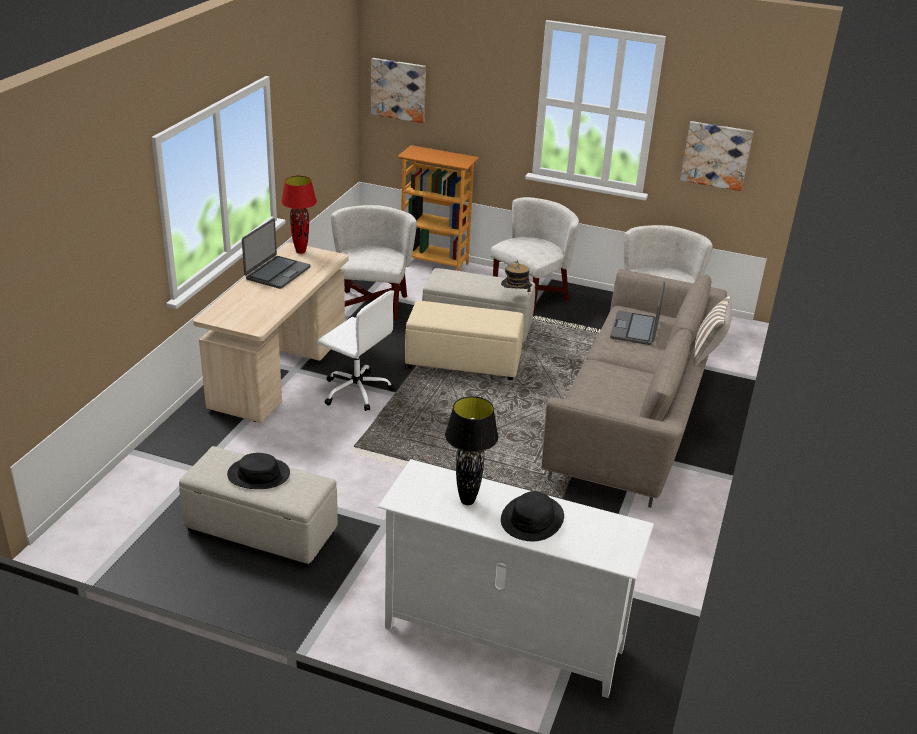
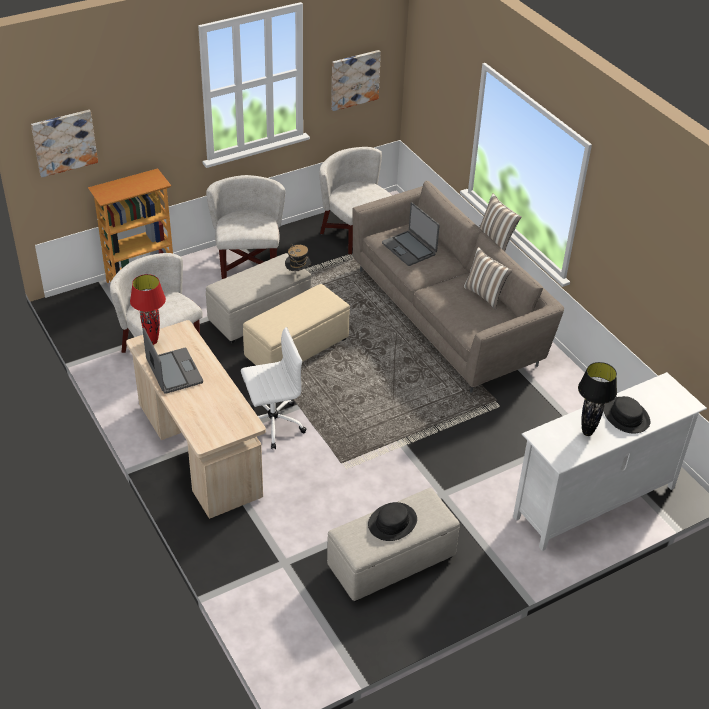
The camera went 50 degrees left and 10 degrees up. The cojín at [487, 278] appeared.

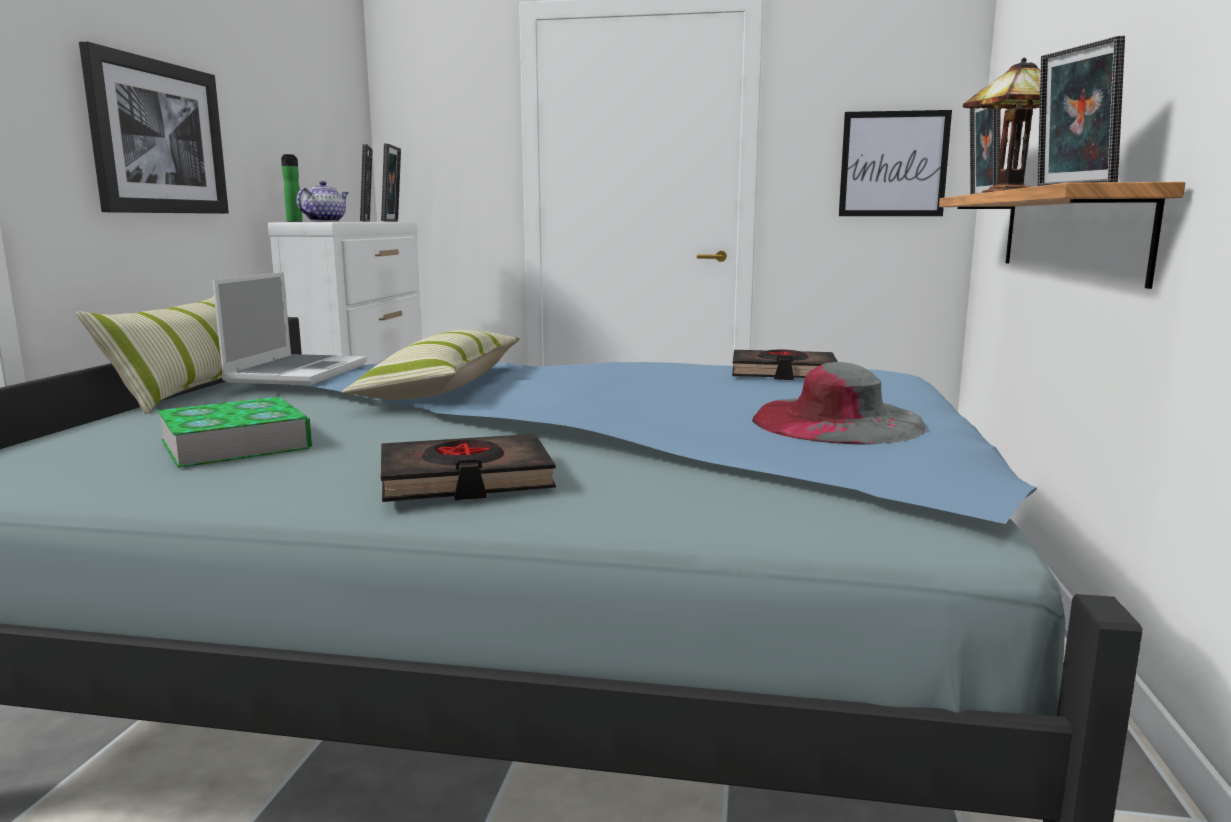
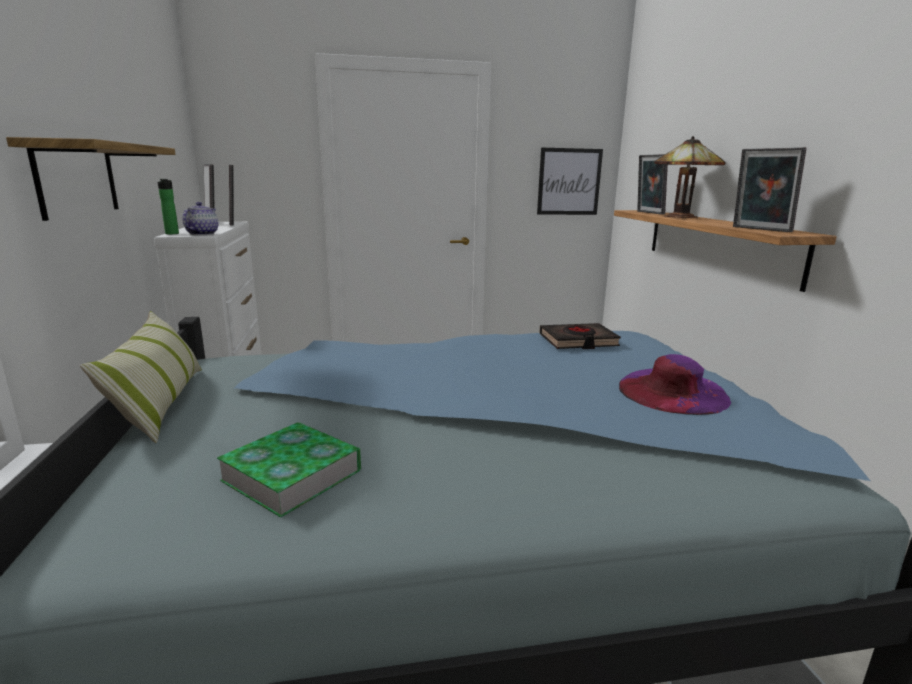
The camera went 20 degrees left and 5 degrees up. The cuadro at [154, 127] was replaced by the estante at [91, 179]. The portátil at [290, 328] disappeared. The cojín at [431, 365] disappeared. The sombrero [gris] at [839, 403] became the sombrero [morado] at [675, 384]. The libro [negro] at [468, 468] disappeared.

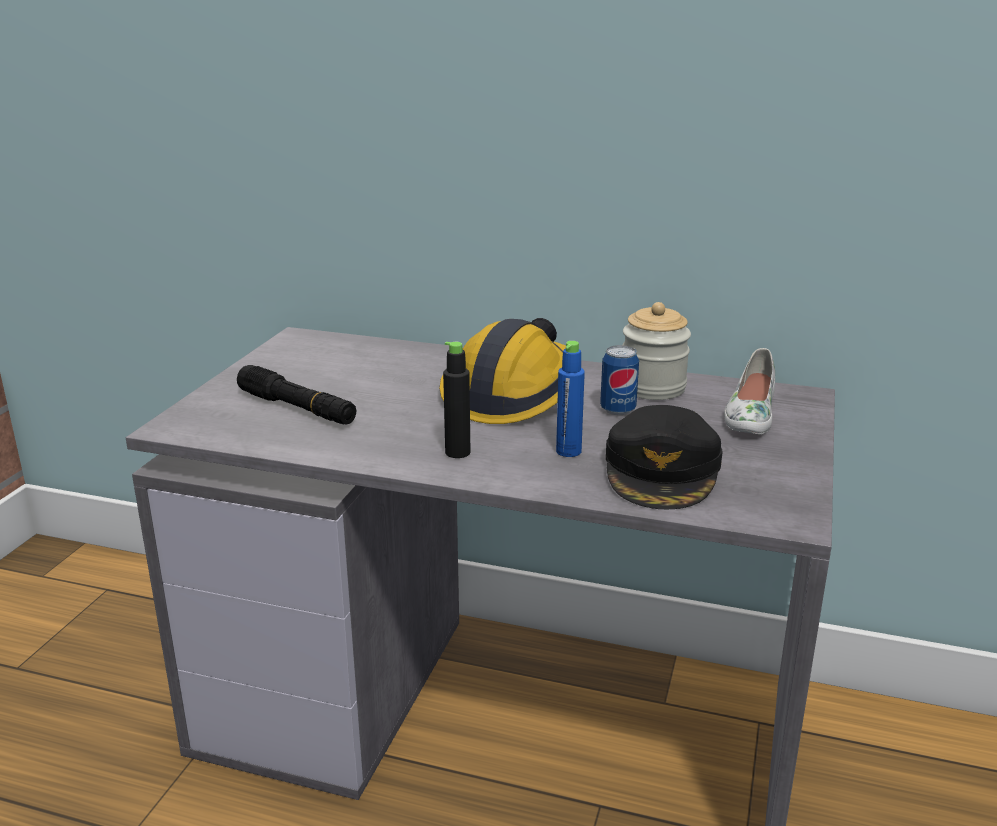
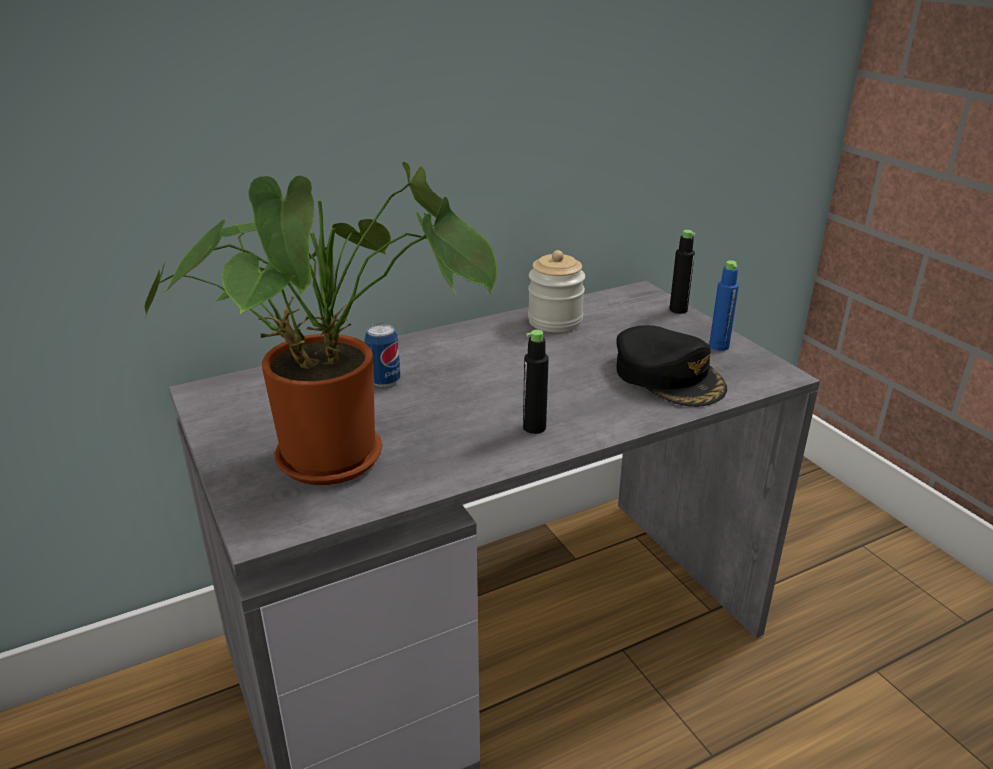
The camera went 45 degrees left and 5 degrees up. The casco at [502, 371] disappeared. The botella [azul] moved from [570, 399] to [724, 305]. The lata moved from [619, 380] to [382, 355]. The zapato [blanco] at [749, 391] disappeared. The linterna [negro] at [296, 395] was replaced by the planta en maceta at [320, 323]. The botella [negro] at [682, 272] appeared.

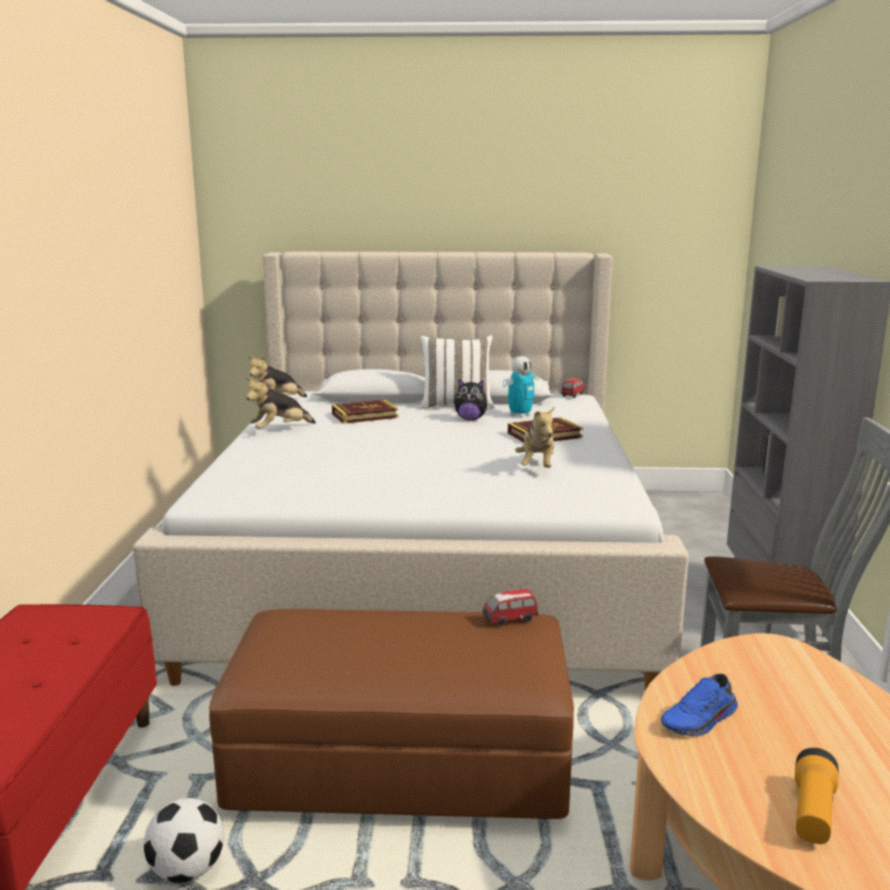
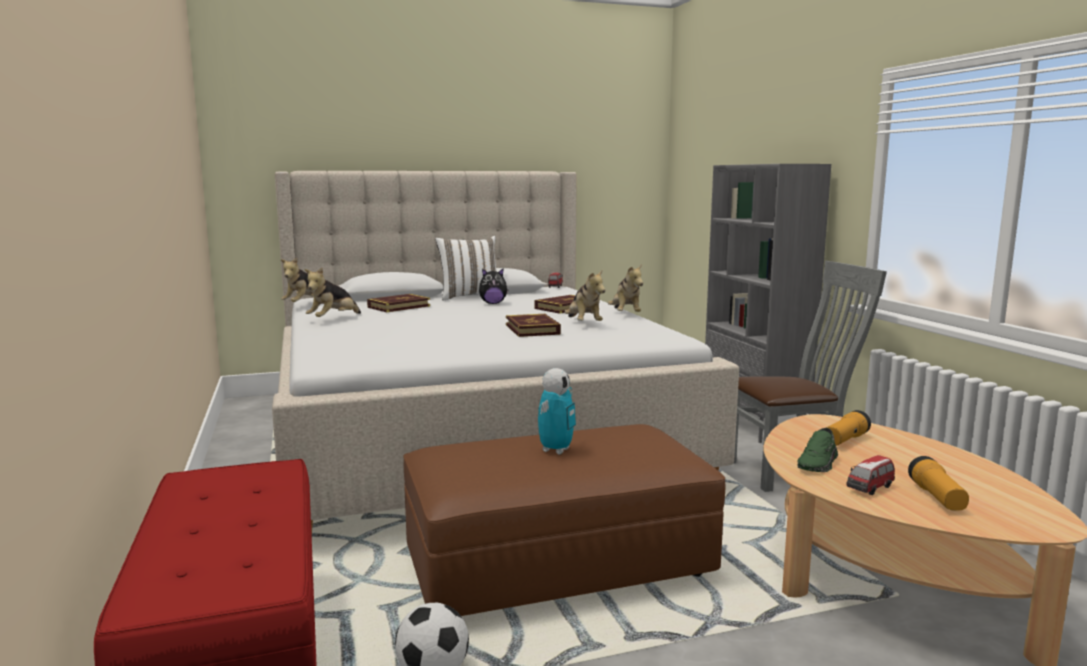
The camera went 20 degrees left and 5 degrees down. The robot de juguete moved from [521, 387] to [557, 411]. The coche de juguete moved from [510, 607] to [871, 475]. The zapato [azul] at [699, 705] became the zapato [verde] at [817, 450]. The peluche at [625, 288] appeared. The libro at [533, 325] appeared. The linterna at [848, 428] appeared.

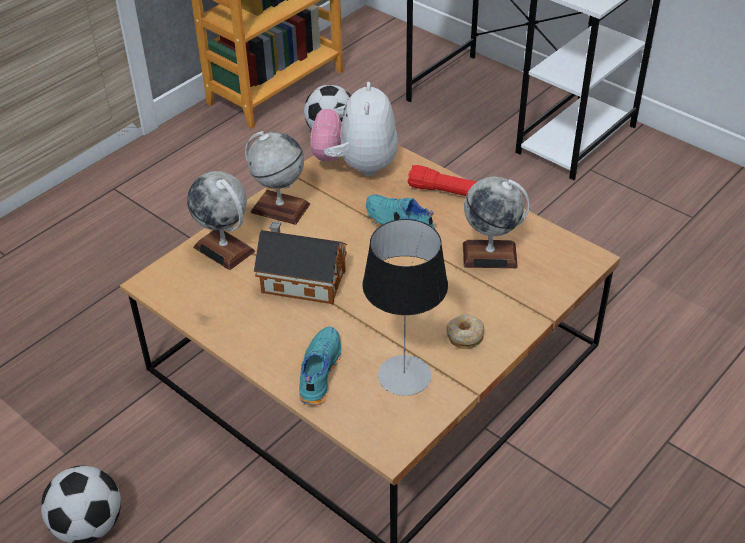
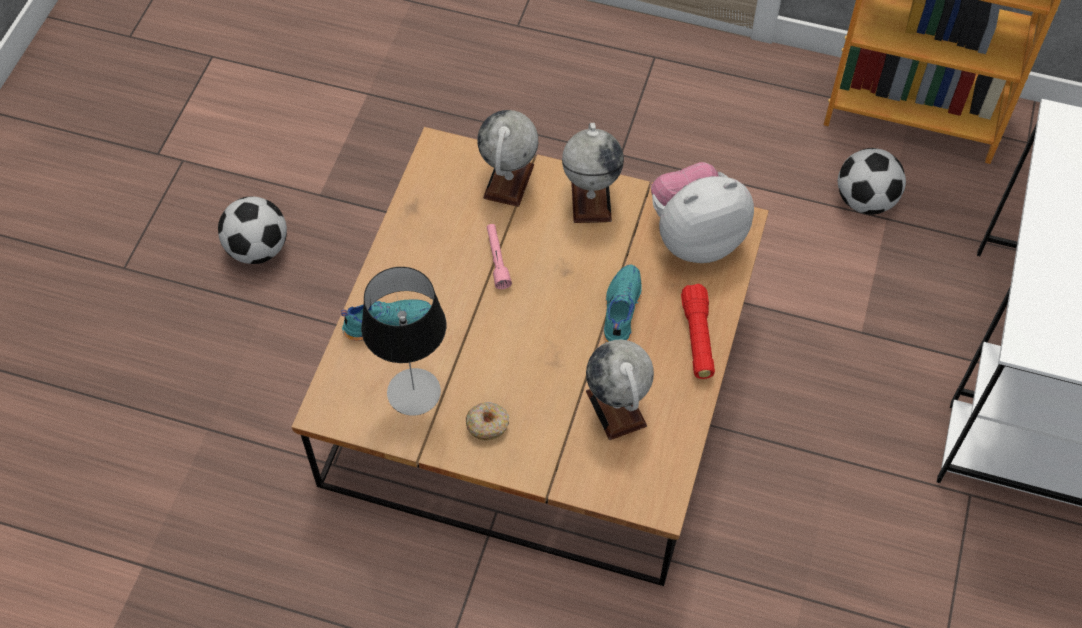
The camera went 65 degrees right and 15 degrees up. The casita at [300, 262] was replaced by the linterna [rosa] at [499, 256].

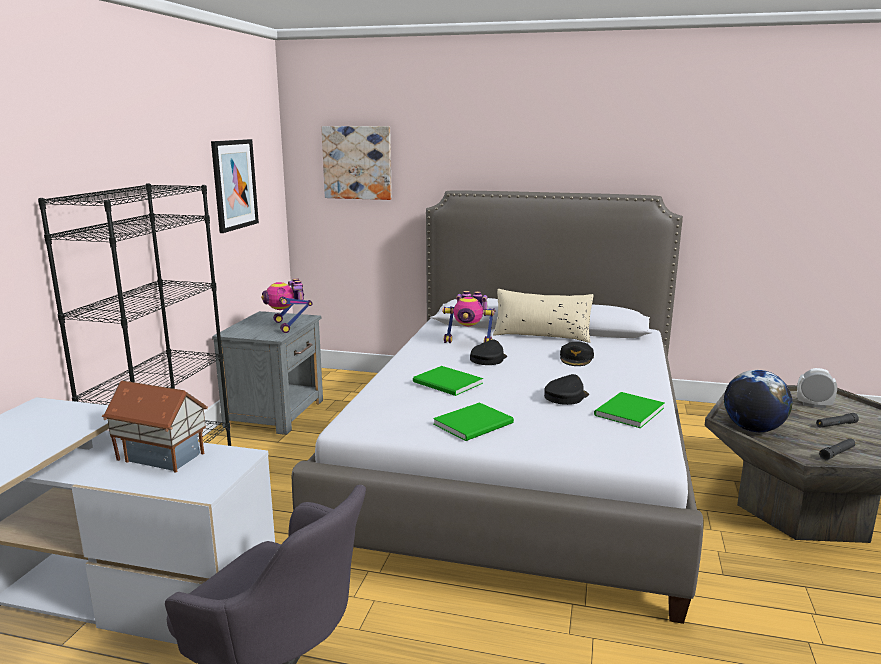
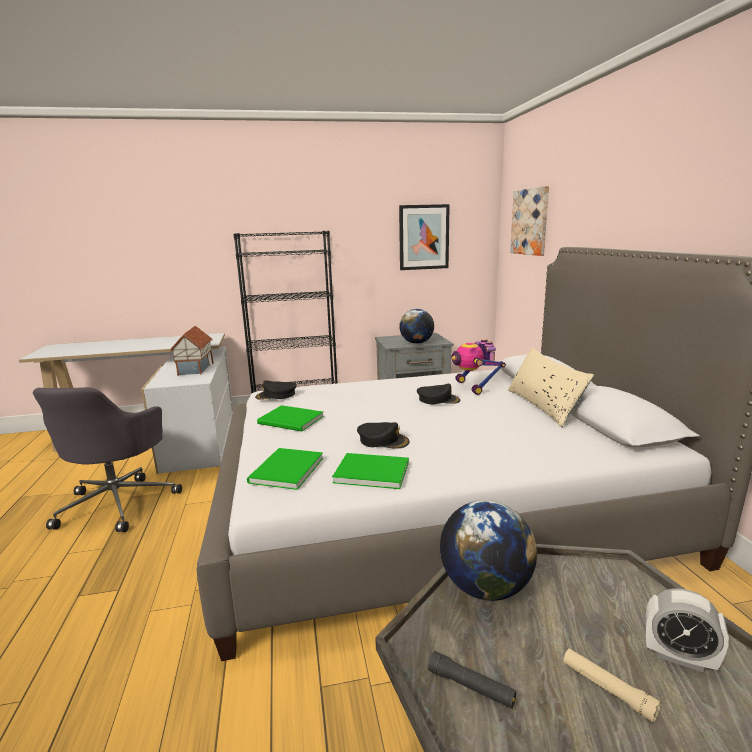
The camera went 65 degrees right and 0 degrees up. The robot de juguete at [287, 305] was replaced by the globo terráqueo at [416, 326]. The gorra [negro] moved from [577, 354] to [276, 390]. The libro [verde] moved from [448, 381] to [285, 469]. The despertador at [817, 388] turned 120 degrees clockwise. The linterna [negro] at [837, 420] became the linterna [beis] at [612, 685].

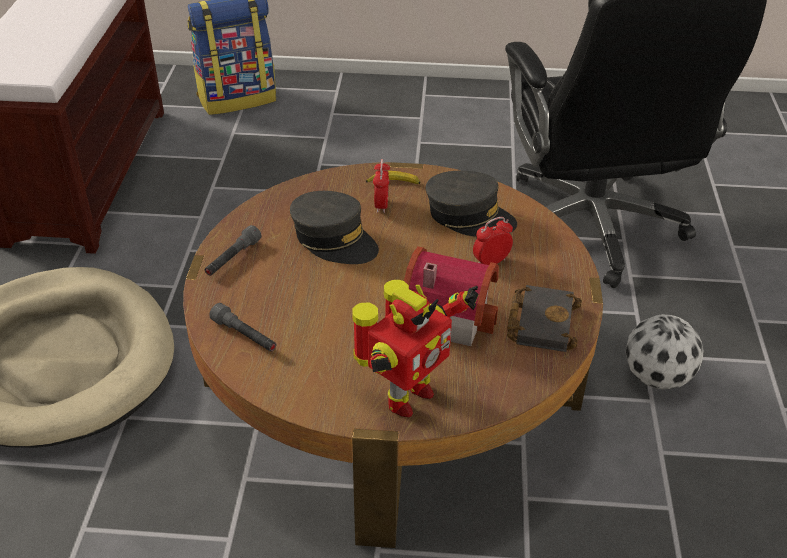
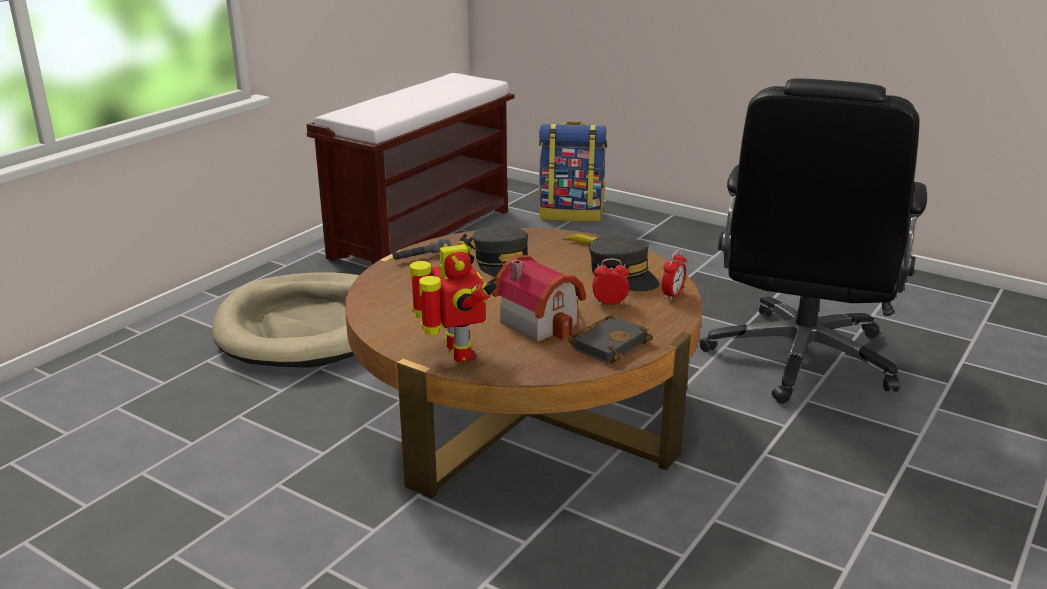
The camera went 30 degrees right and 15 degrees down. The despertador moved from [381, 186] to [674, 275]. The robot de juguete at [415, 348] turned 90 degrees counterclockwise. The linterna [gris] at [242, 327] disappeared. The balón de fútbol at [664, 352] disappeared.

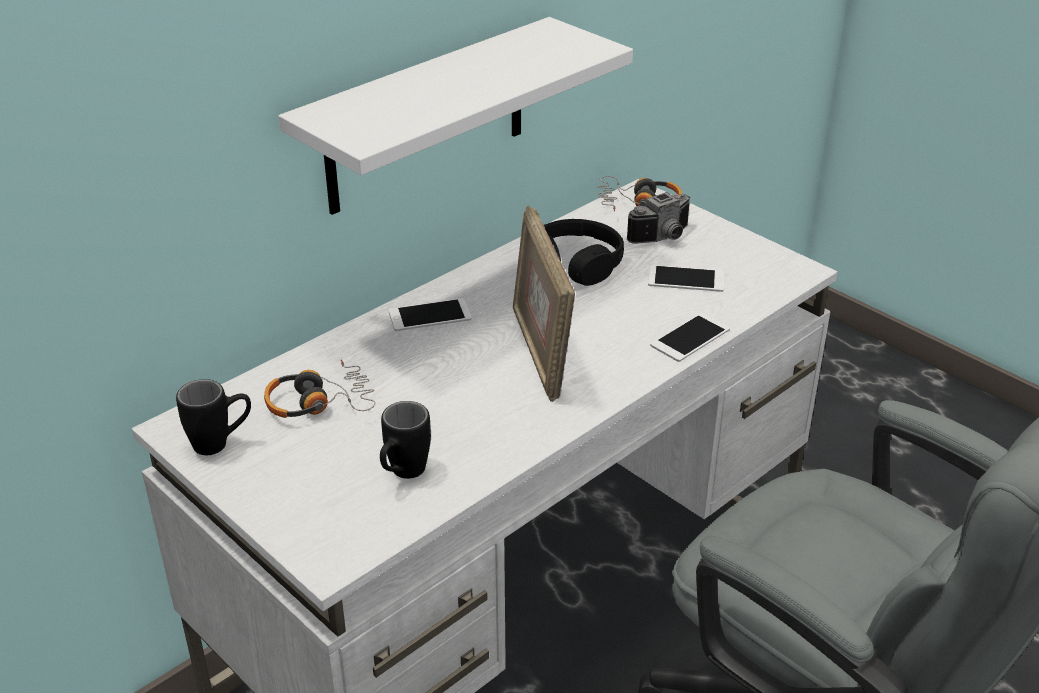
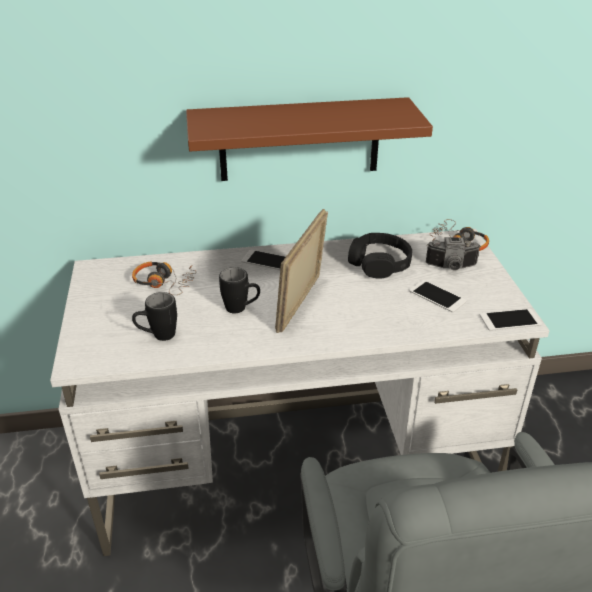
The camera went 35 degrees right and 0 degrees up. The estante [blanco] at [455, 116] became the estante [marrón] at [309, 139]. The móvil moved from [690, 337] to [511, 319]. The taza grande [negro] moved from [213, 417] to [239, 290].

